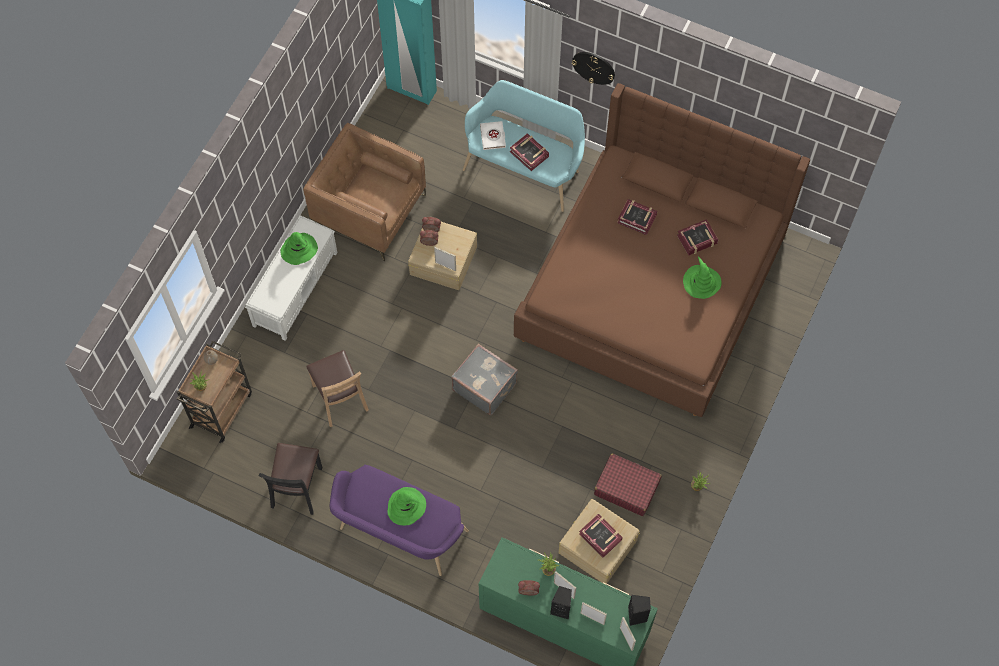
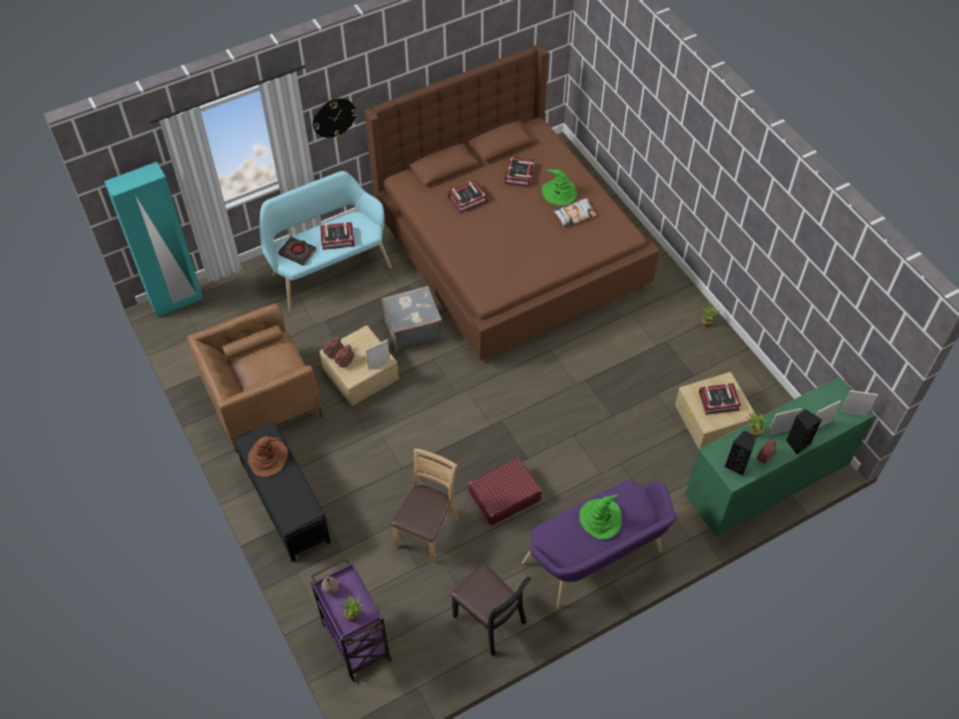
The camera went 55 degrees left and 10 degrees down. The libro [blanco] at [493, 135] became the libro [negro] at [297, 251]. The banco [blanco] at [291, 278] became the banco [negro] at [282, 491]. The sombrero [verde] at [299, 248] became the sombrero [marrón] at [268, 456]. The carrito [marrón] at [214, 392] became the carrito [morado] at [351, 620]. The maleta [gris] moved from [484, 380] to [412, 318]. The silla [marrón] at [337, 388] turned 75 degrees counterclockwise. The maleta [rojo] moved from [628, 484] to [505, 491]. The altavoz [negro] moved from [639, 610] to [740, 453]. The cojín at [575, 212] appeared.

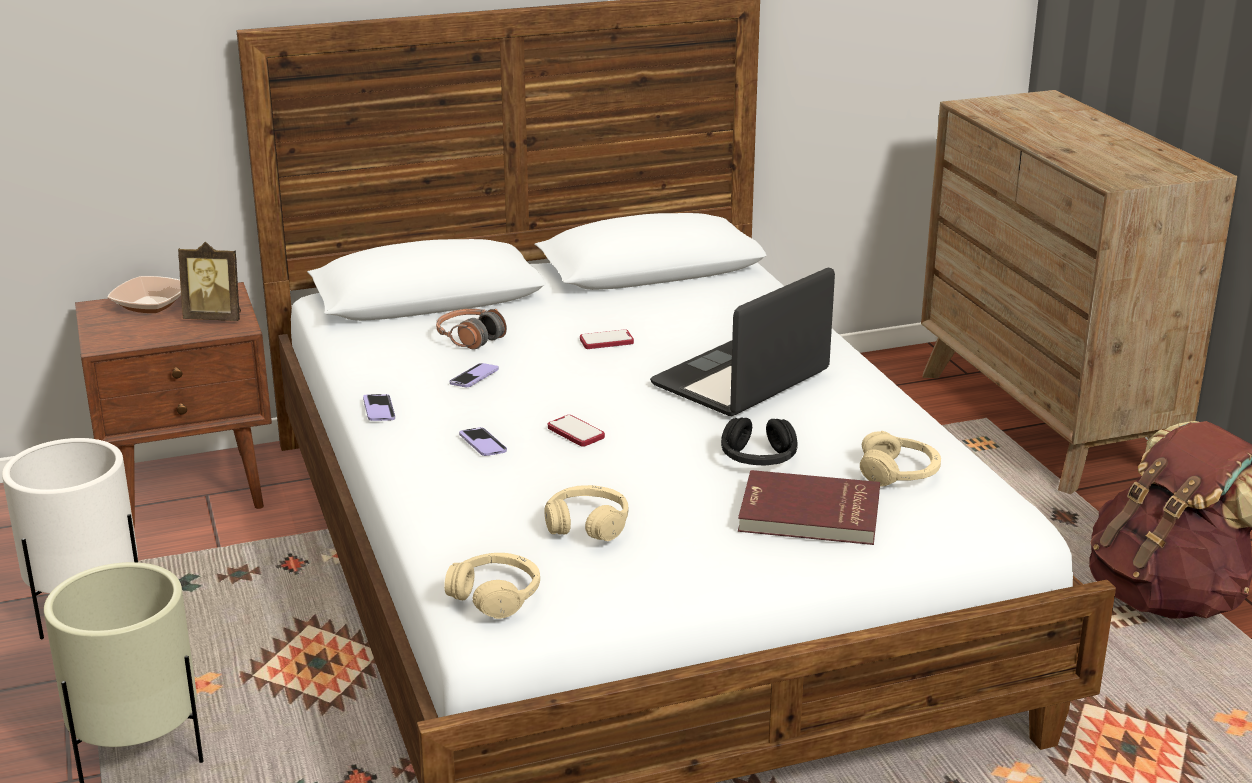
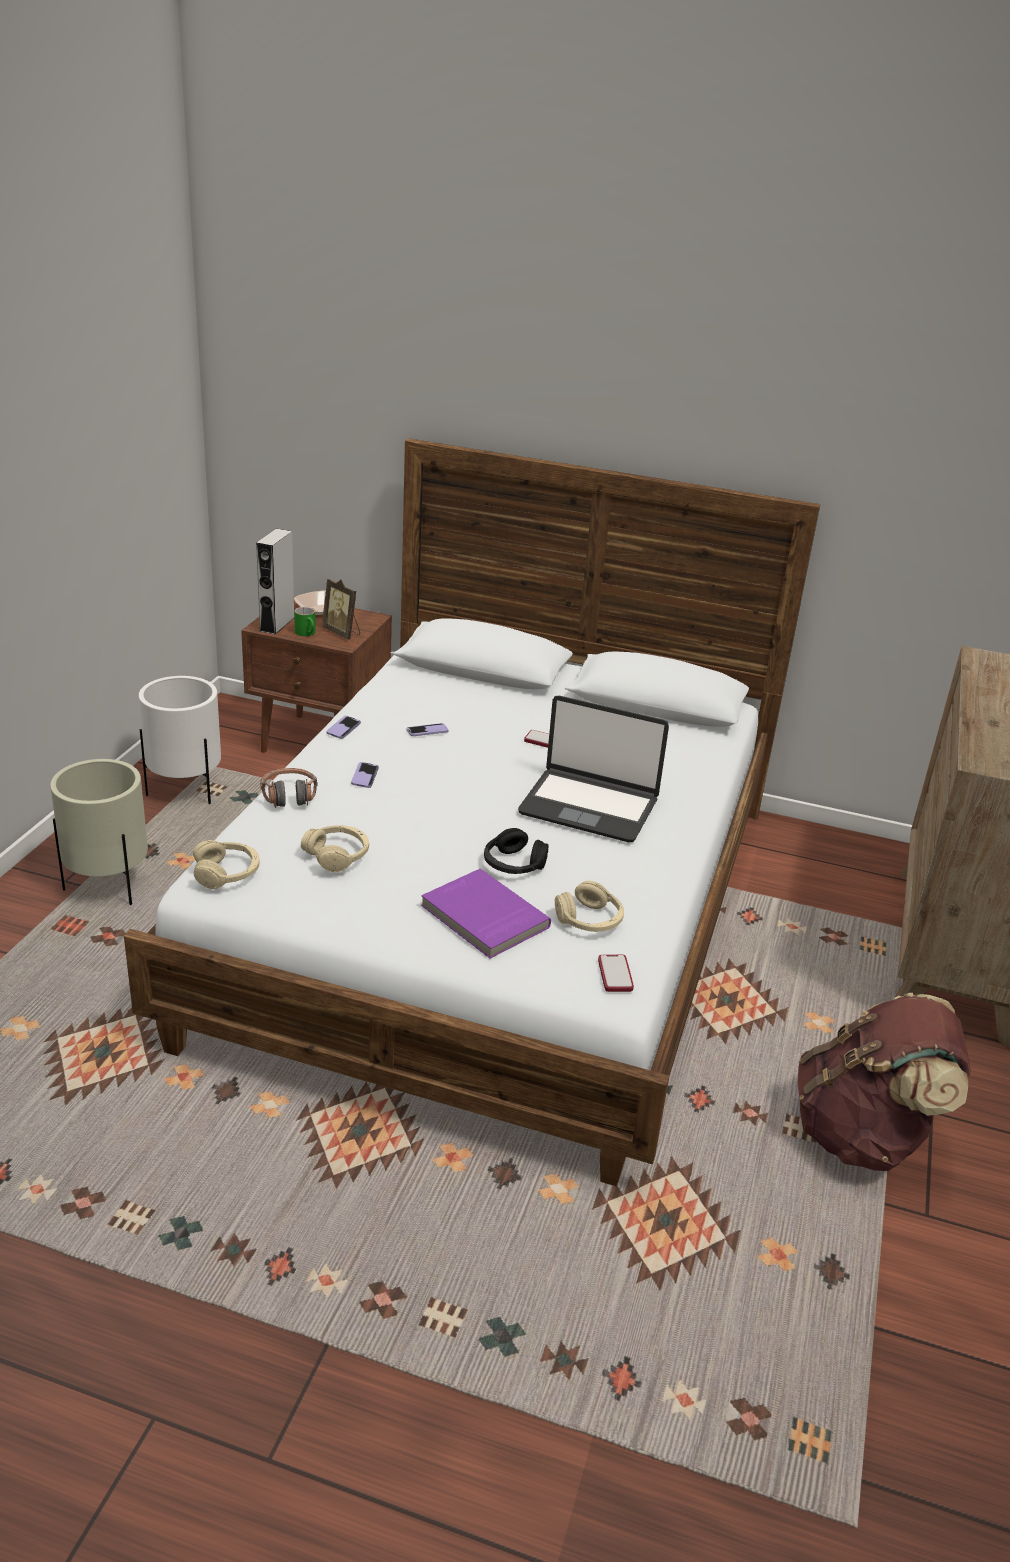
The camera went 35 degrees right and 5 degrees up. The portátil at [742, 342] turned 150 degrees counterclockwise. The auriculares moved from [471, 329] to [288, 788]. The móvil moved from [576, 431] to [616, 973]. The libro [rojo] at [809, 507] became the libro [morado] at [486, 914]. The altavoz [gris] at [275, 581] appeared. The taza grande [verde] at [305, 621] appeared.

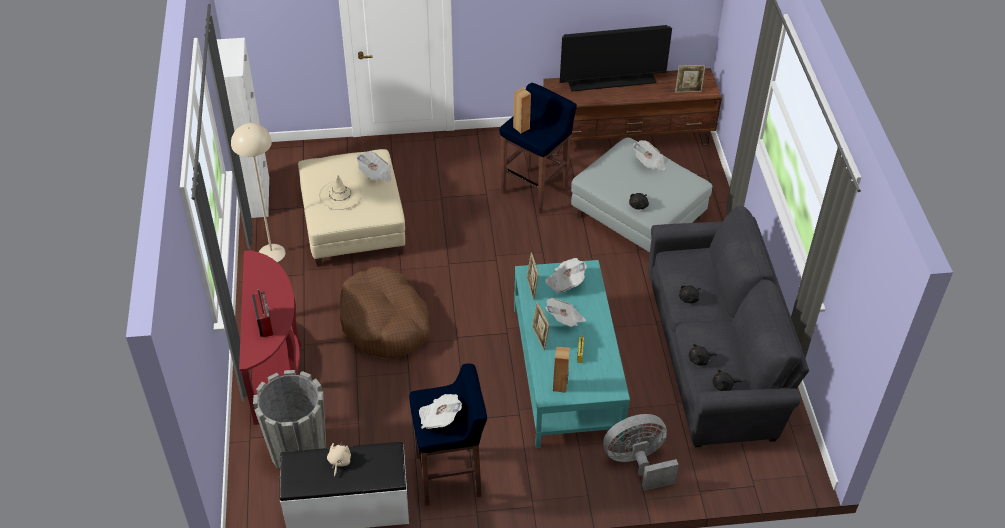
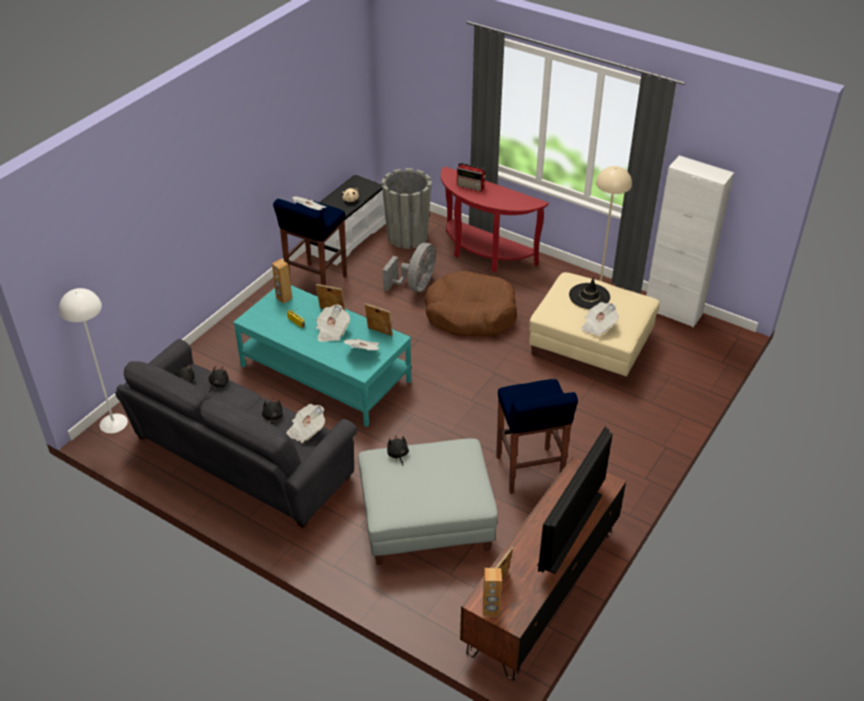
The camera went 130 degrees right and 5 degrees down. The altavoz [marrón] moved from [522, 110] to [492, 592]. The periódico moved from [649, 155] to [305, 423]. The sombrero [beis] at [340, 192] became the sombrero [negro] at [589, 293]. The ventilador [gris] moved from [641, 452] to [409, 267]. The lámpara de pie [blanco] at [93, 360] appeared.

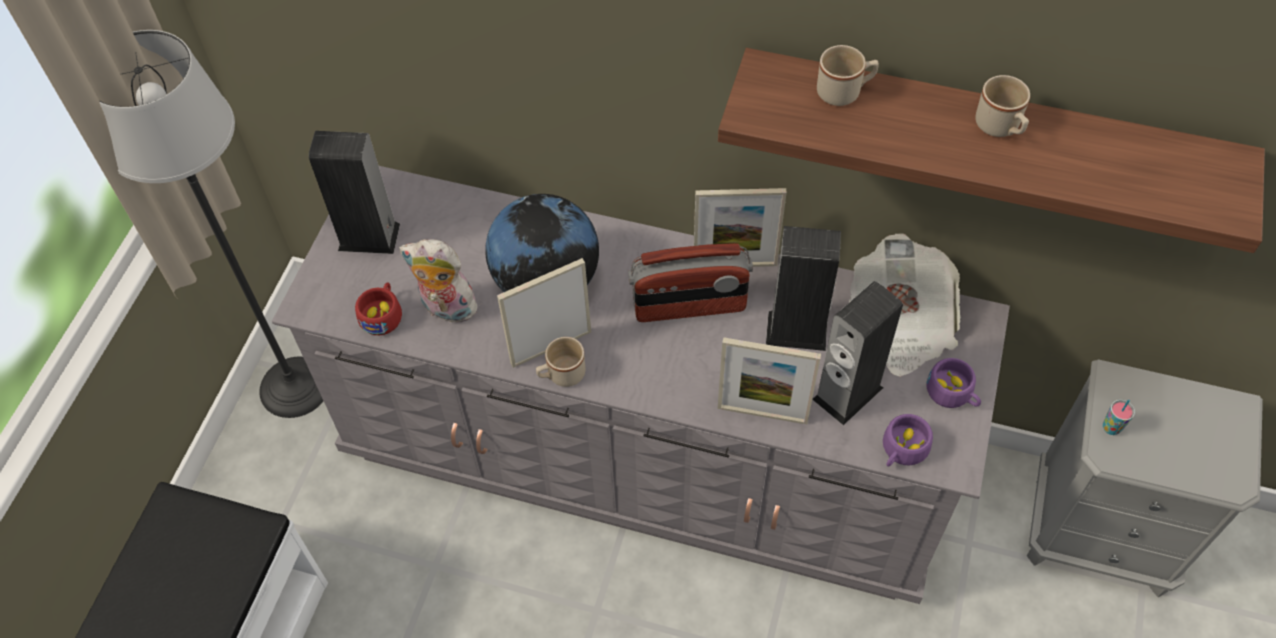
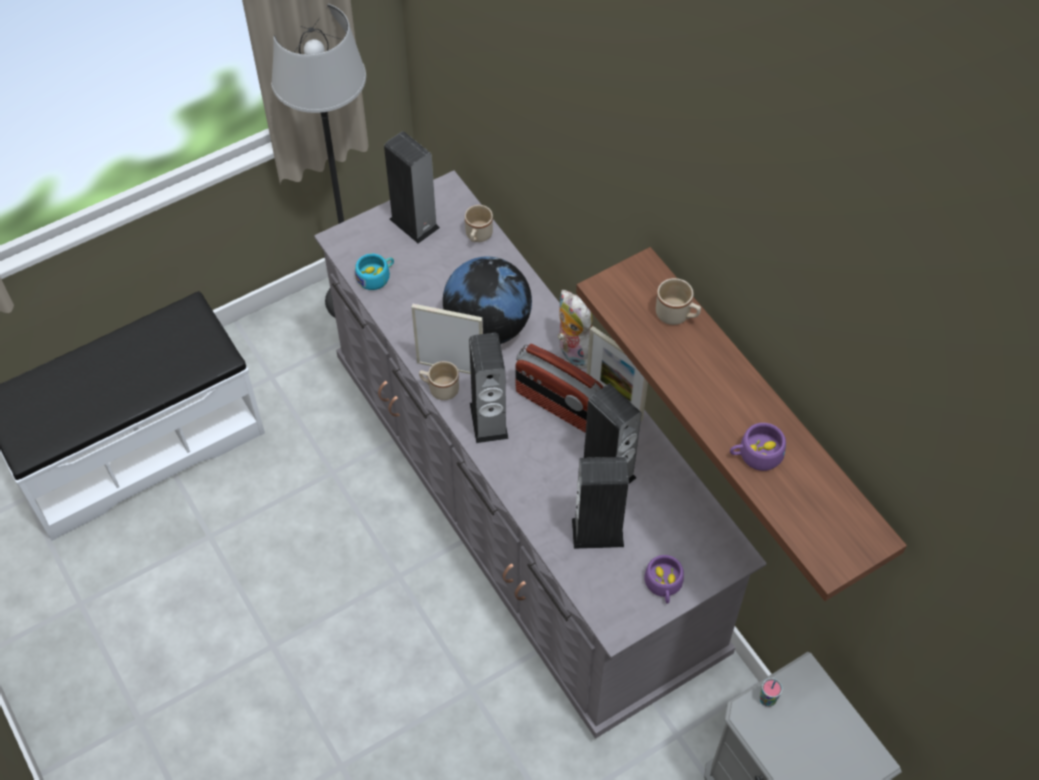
The camera went 40 degrees right and 0 degrees up. The taza grande [beis] moved from [1002, 106] to [479, 223]. The periódico at [904, 305] disappeared. The peluche moved from [439, 281] to [575, 329]. The taza [rojo] at [378, 309] became the taza [turquesa] at [374, 272]. The portarretratos at [769, 380] disappeared. The taza [morado] moved from [908, 440] to [758, 447]. The altavoz at [488, 388] appeared.

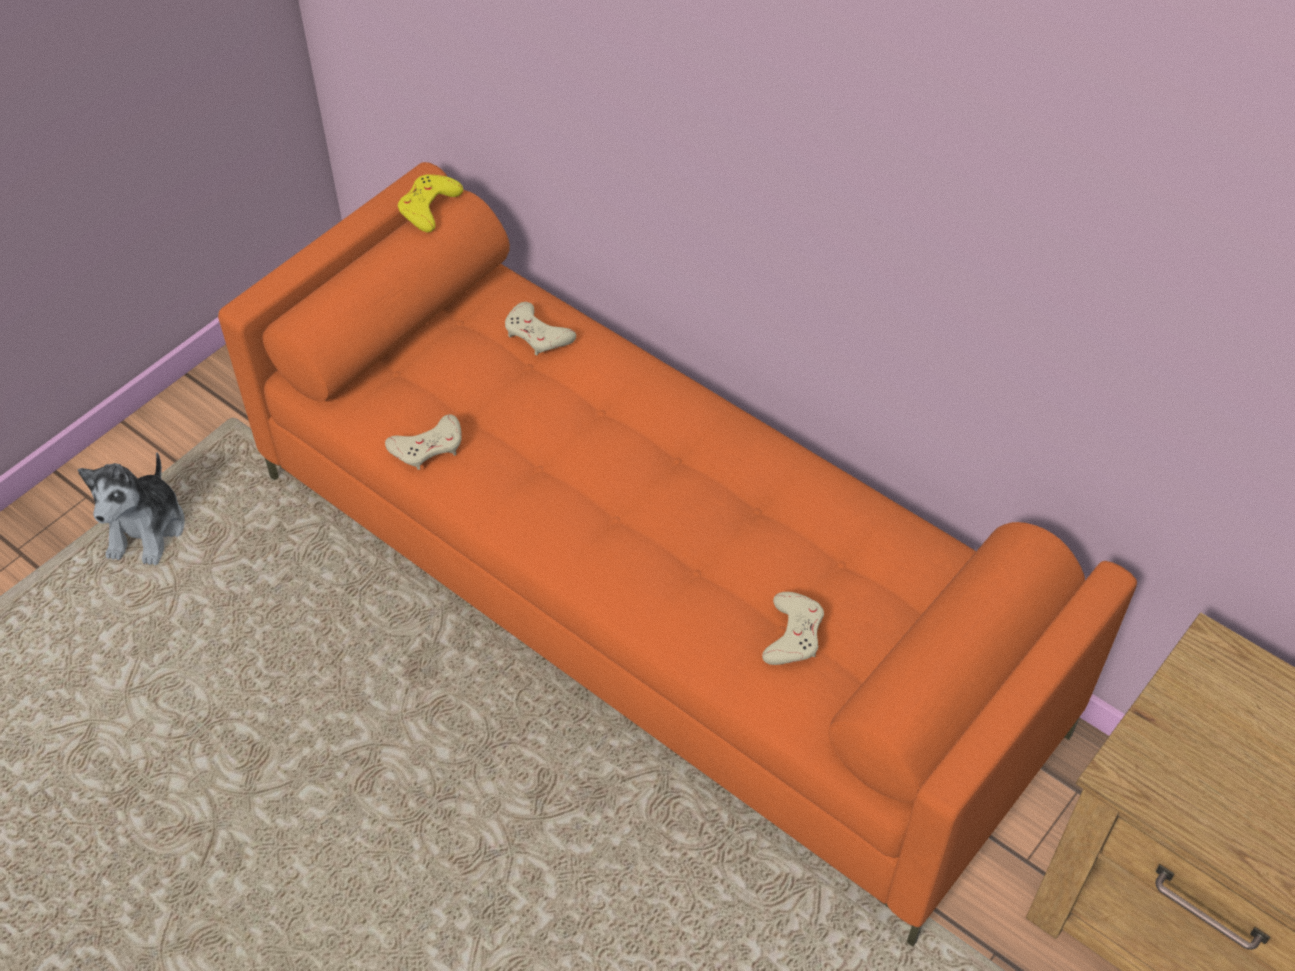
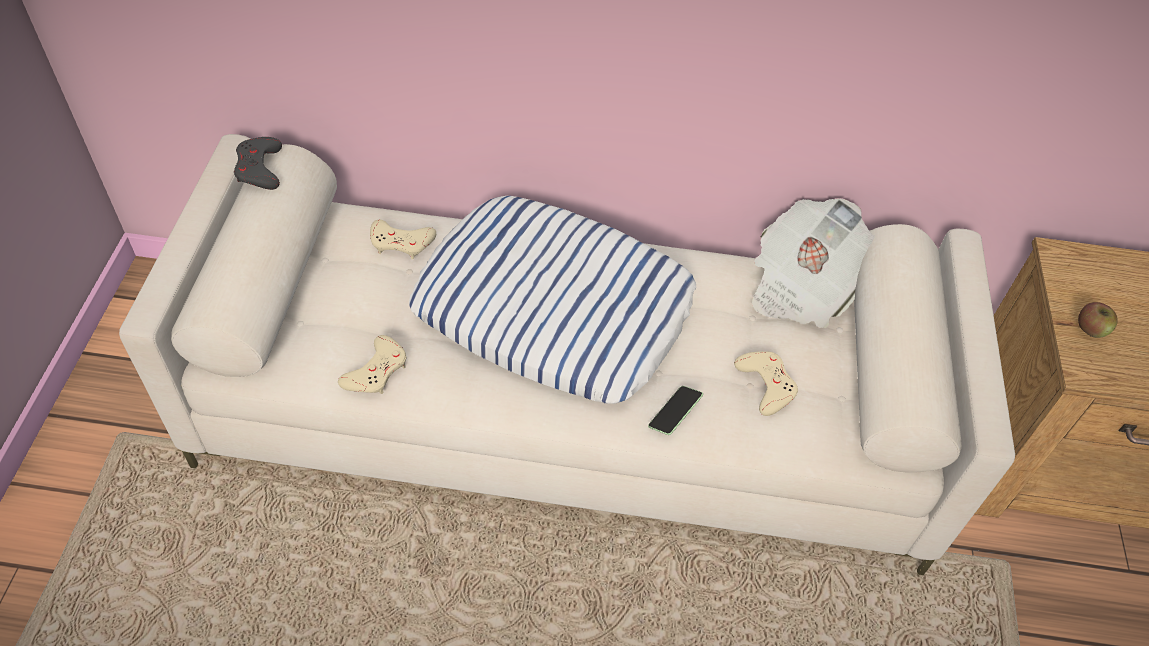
The camera went 35 degrees left and 0 degrees up. The sofá [naranja] at [677, 554] became the sofá [beis] at [567, 354]. The mando de consola [amarillo] at [430, 203] became the mando de consola [gris] at [258, 163]. The peluche at [131, 508] disappeared. The cojín at [552, 300] appeared. The periódico at [813, 263] appeared. The manzana at [1098, 320] appeared. The móvil at [675, 410] appeared.

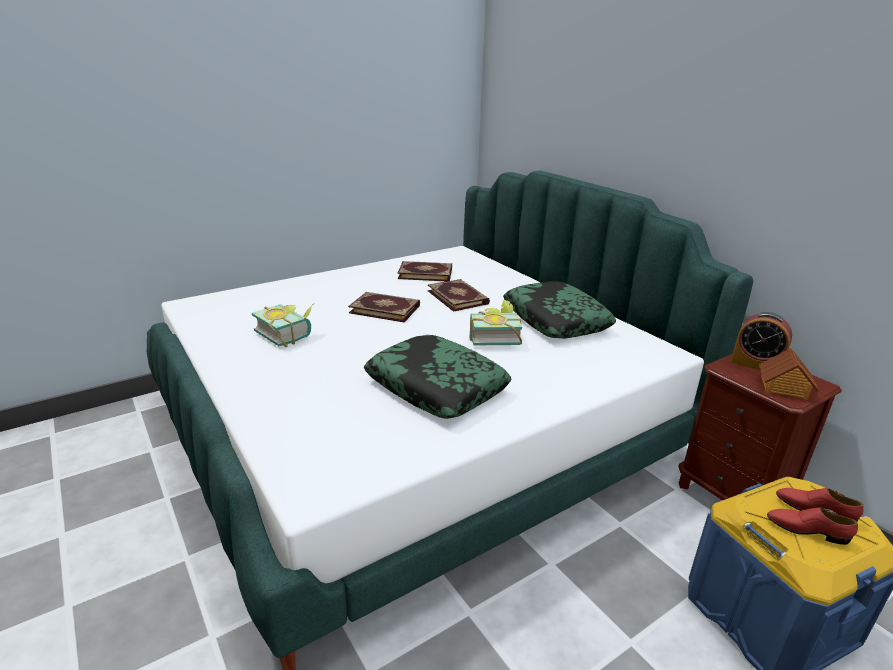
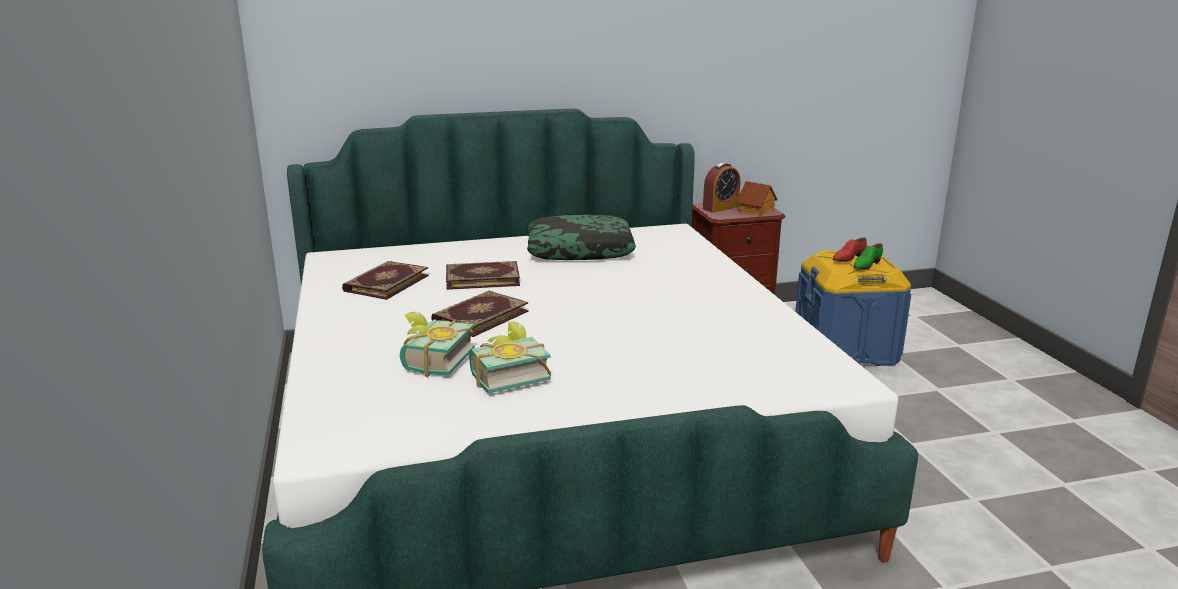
The camera went 70 degrees left and 5 degrees down. The libro moved from [495, 323] to [437, 344]. The cojín at [437, 377] disappeared. The zapato [rojo] at [812, 526] became the zapato [verde] at [868, 256].

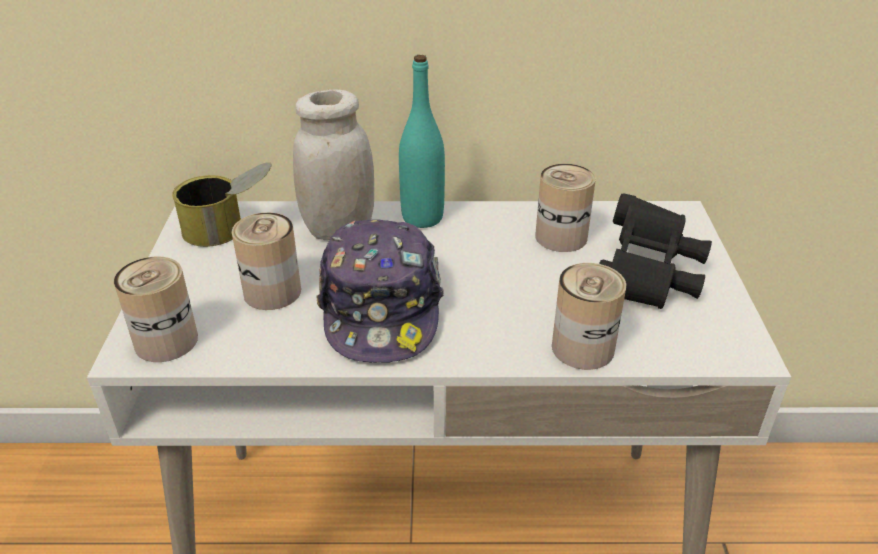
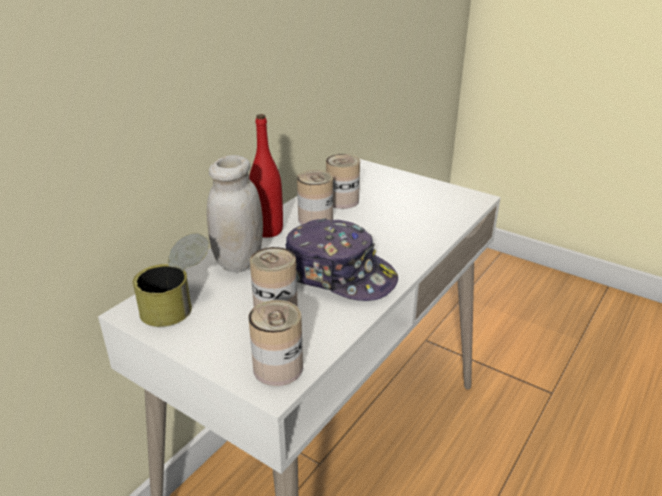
The camera went 55 degrees left and 5 degrees down. The botella [turquesa] at [422, 141] became the botella [rojo] at [266, 176]. The prismáticos [negro] at [655, 251] disappeared. The lata moved from [589, 316] to [315, 197].

